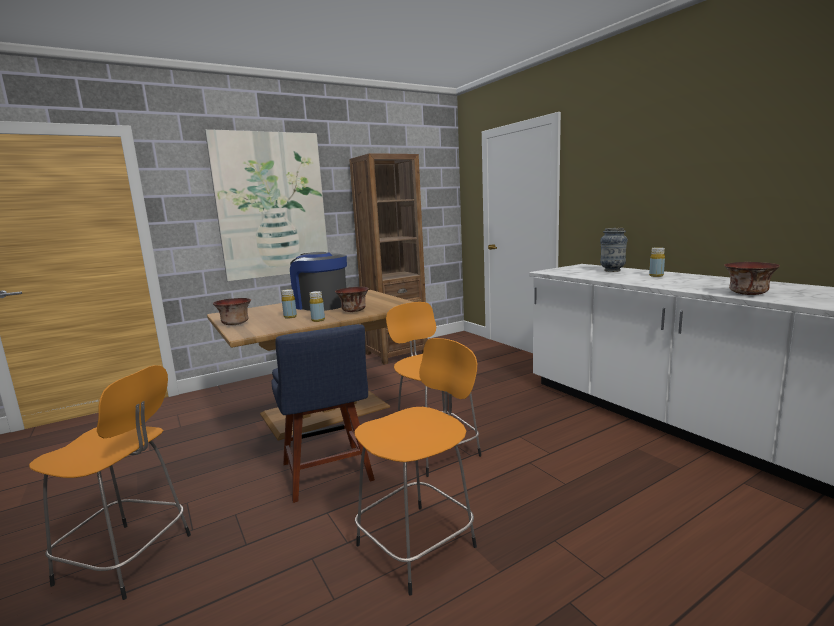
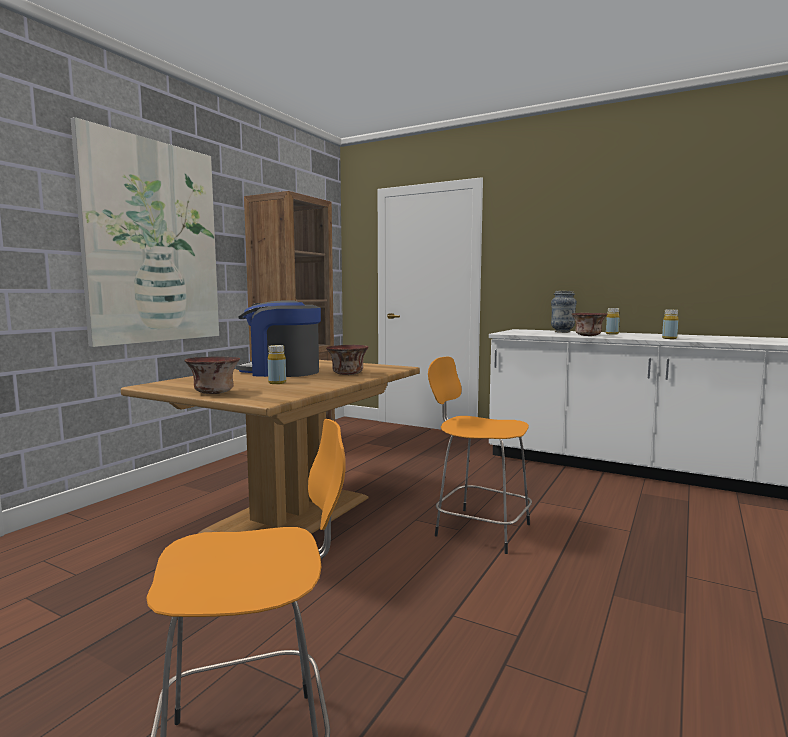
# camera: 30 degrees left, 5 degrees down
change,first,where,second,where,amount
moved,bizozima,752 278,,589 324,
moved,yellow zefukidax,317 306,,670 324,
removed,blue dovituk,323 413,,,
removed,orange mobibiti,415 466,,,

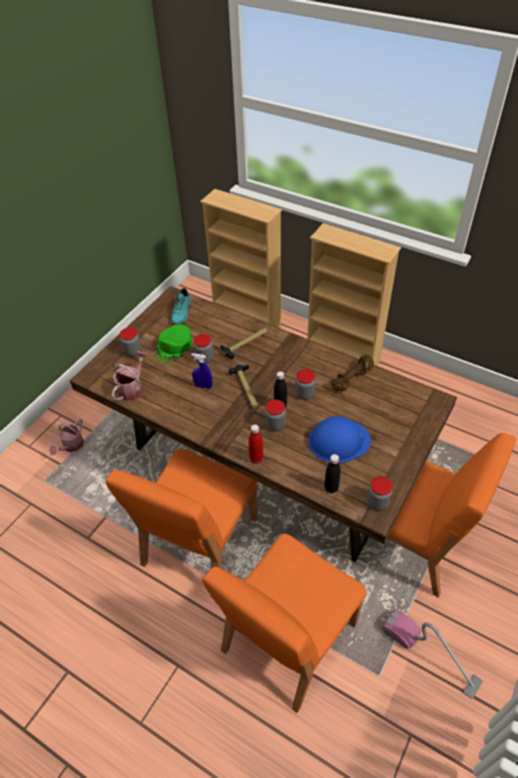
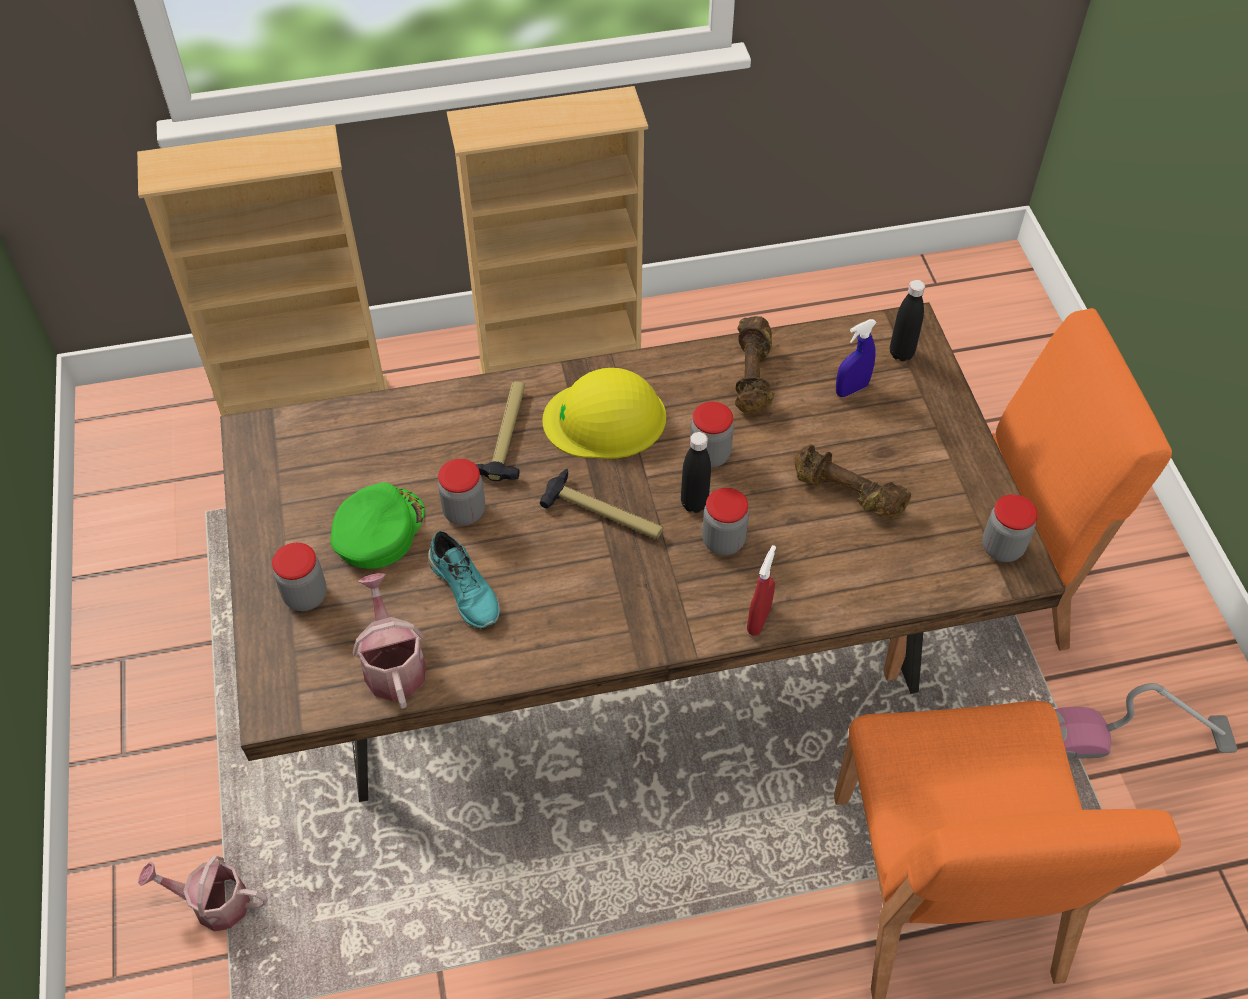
# camera: 45 degrees left, 5 degrees up
change,first,where,second,where,amount
turned,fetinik,66 437,,203 893,120 degrees clockwise
turned,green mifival,173 343,,378 525,135 degrees counterclockwise
moved,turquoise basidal,181 306,,464 580,
added,,,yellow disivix,604 413,
replaced,red zefukidax,256 443,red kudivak,761 590,
replaced,blue disivix,340 439,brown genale,852 481,
moved,blue kudivak,202 371,,856 358,
moved,black zefukidax,332 473,,907 320,
removed,orange dovituk,181 523,,,

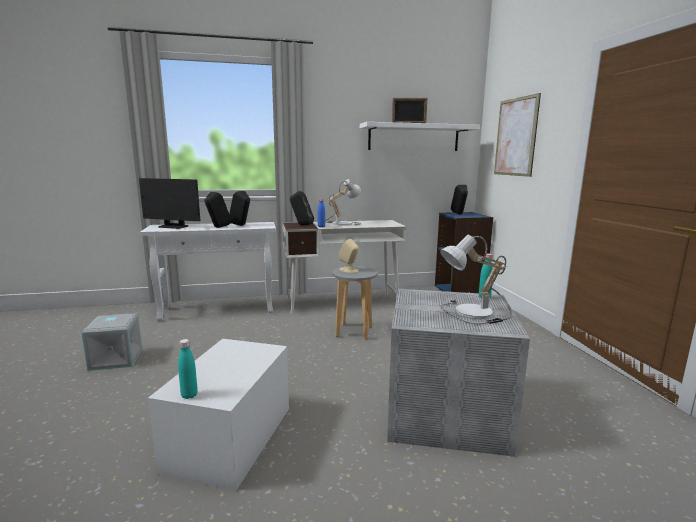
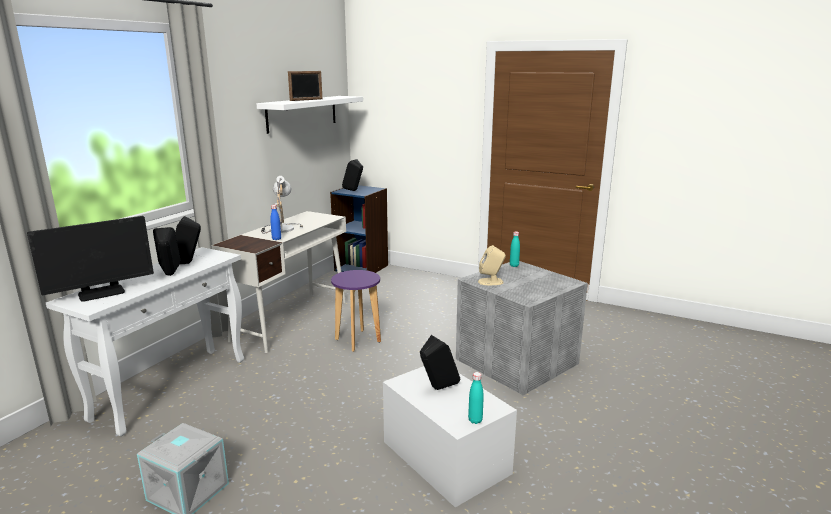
# camera: 50 degrees left, 5 degrees up
change,first,where,second,where,amount
recoloured,grey mobibiti,355 303,purple mobibiti,356 311,
moved,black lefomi,302 208,,440 362,
moved,beige lefomi,349 256,,492 265,
removed,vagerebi,476 279,,,
removed,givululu,517 135,,,

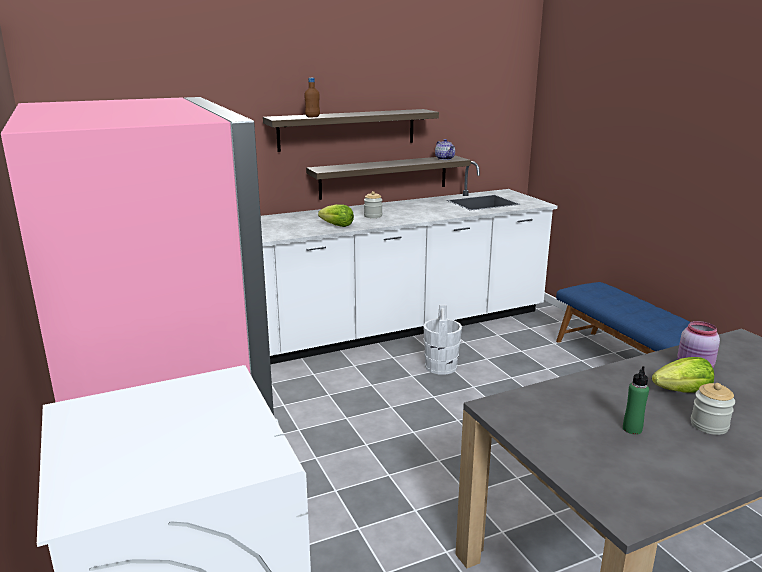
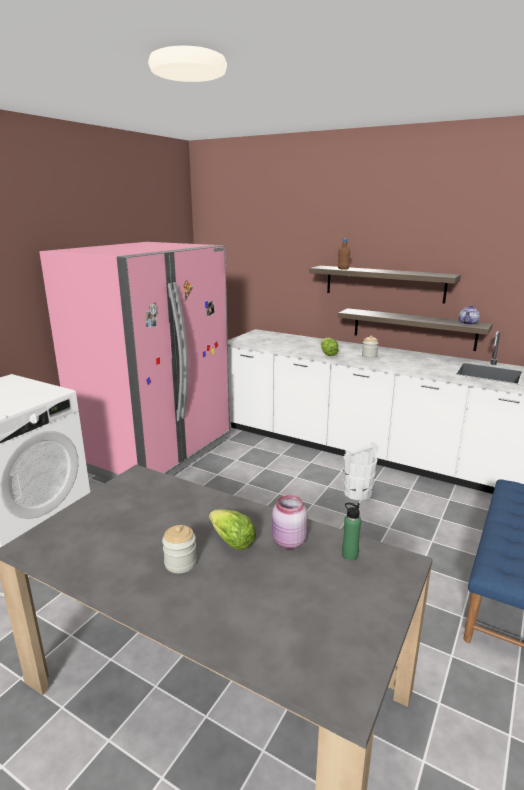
# camera: 55 degrees right, 0 degrees up
change,first,where,second,where,amount
moved,green zefukidax,636 400,,351 531,

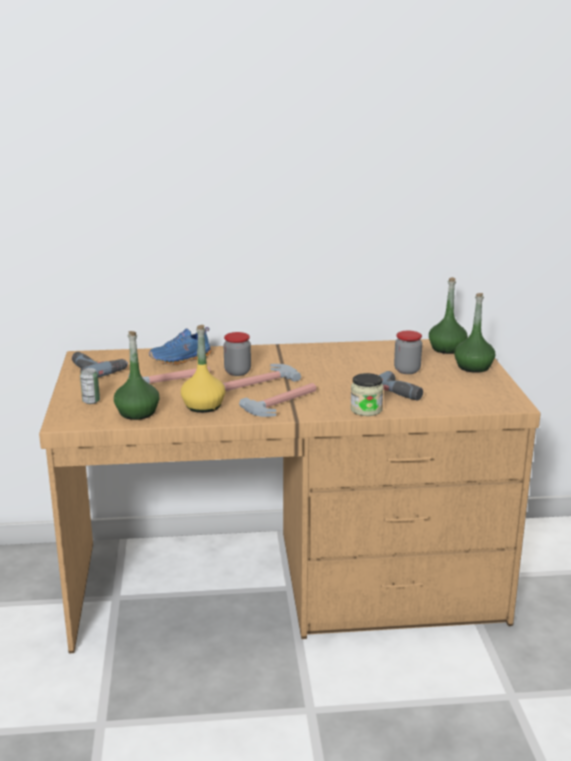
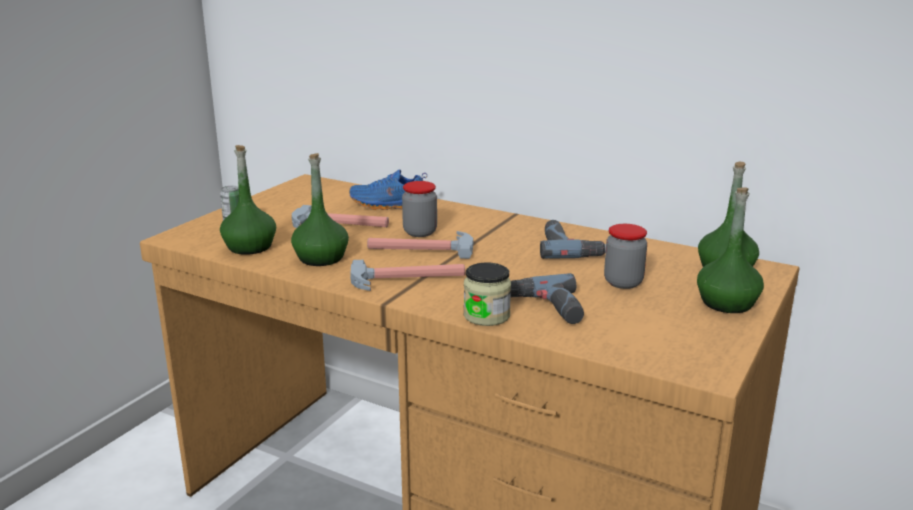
# camera: 35 degrees right, 0 degrees up
change,first,where,second,where,amount
recoloured,yellow zefukidax,203 369,green zefukidax,320 209,
moved,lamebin,100 364,,573 239,

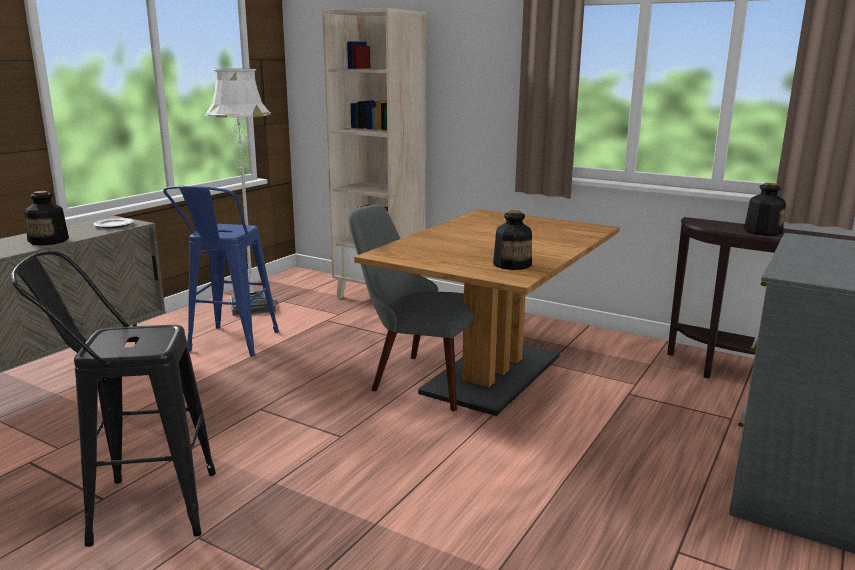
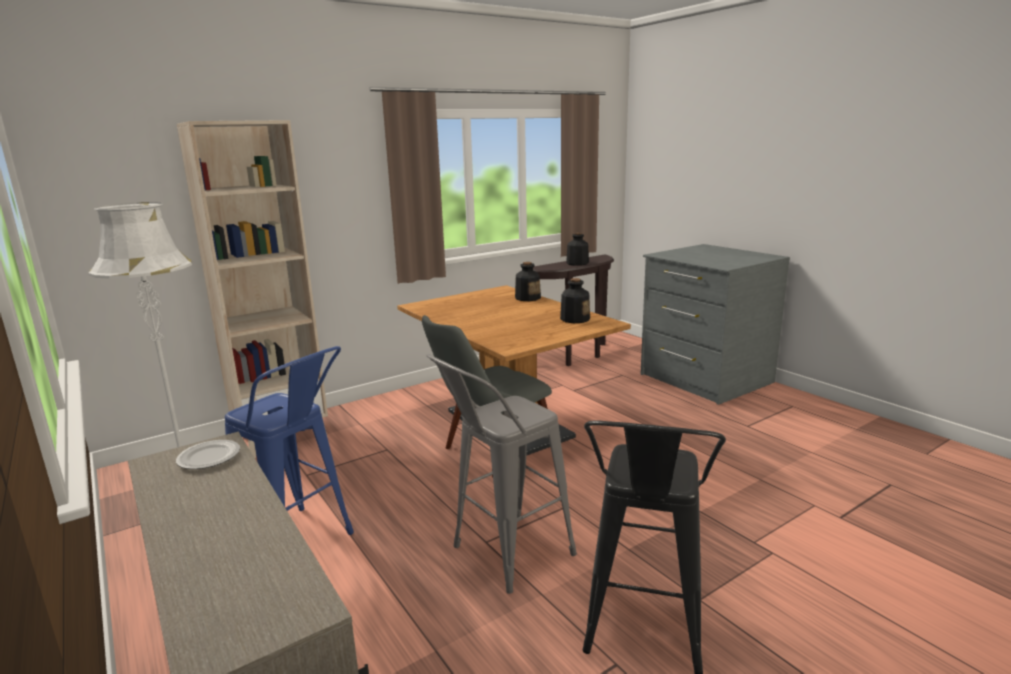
# camera: 65 degrees left, 0 degrees up
change,first,where,second,where,amount
added,,,grey mobibiti,501 474,
moved,zefukidax,46 218,,528 281,

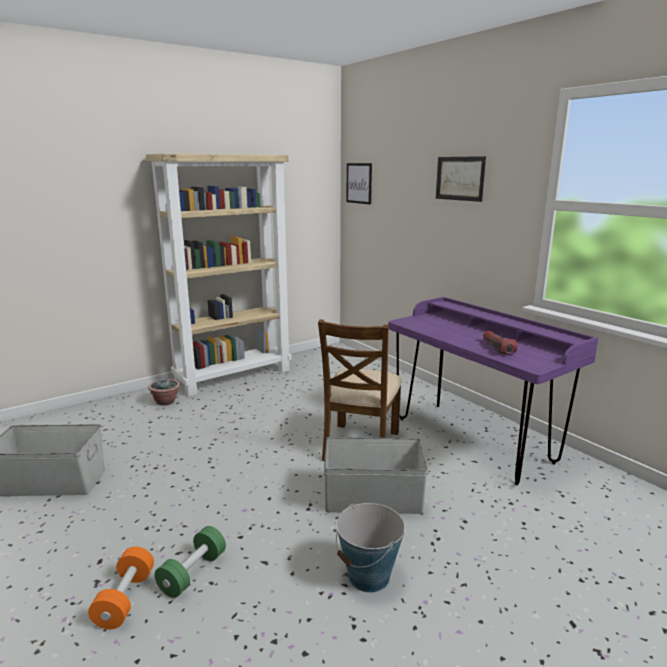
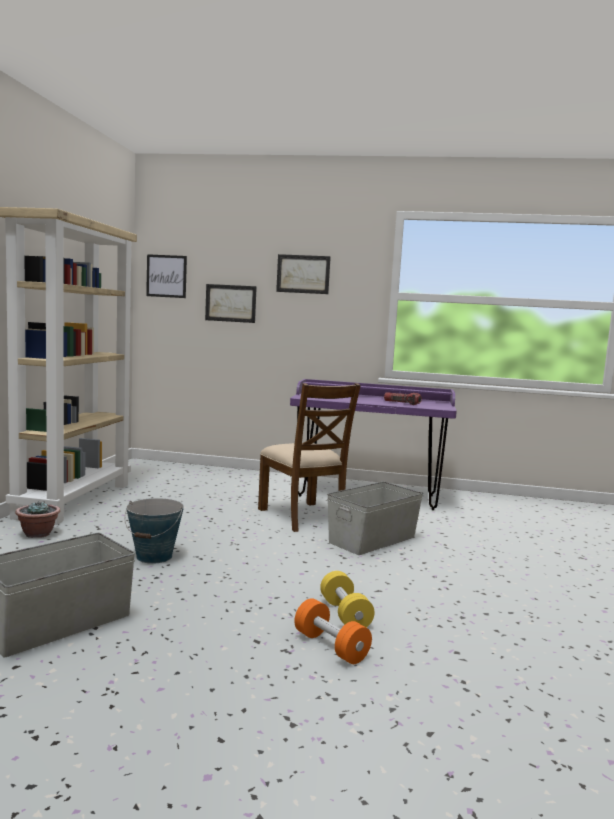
# camera: 45 degrees left, 10 degrees down
change,first,where,second,where,amount
moved,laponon,370 548,,154 531,
added,,,givululu,231 303,
recoloured,green genale,190 562,yellow genale,347 599,

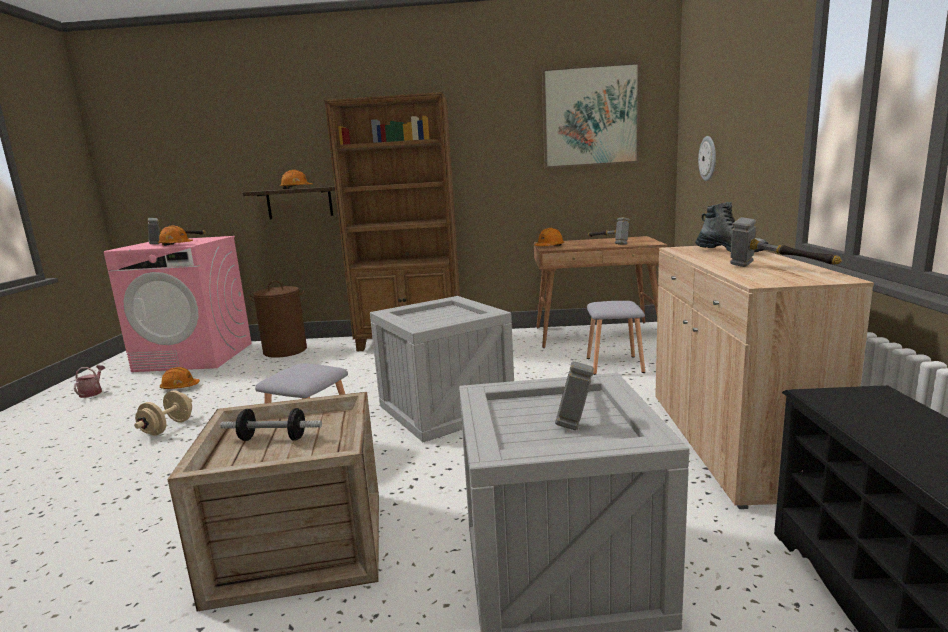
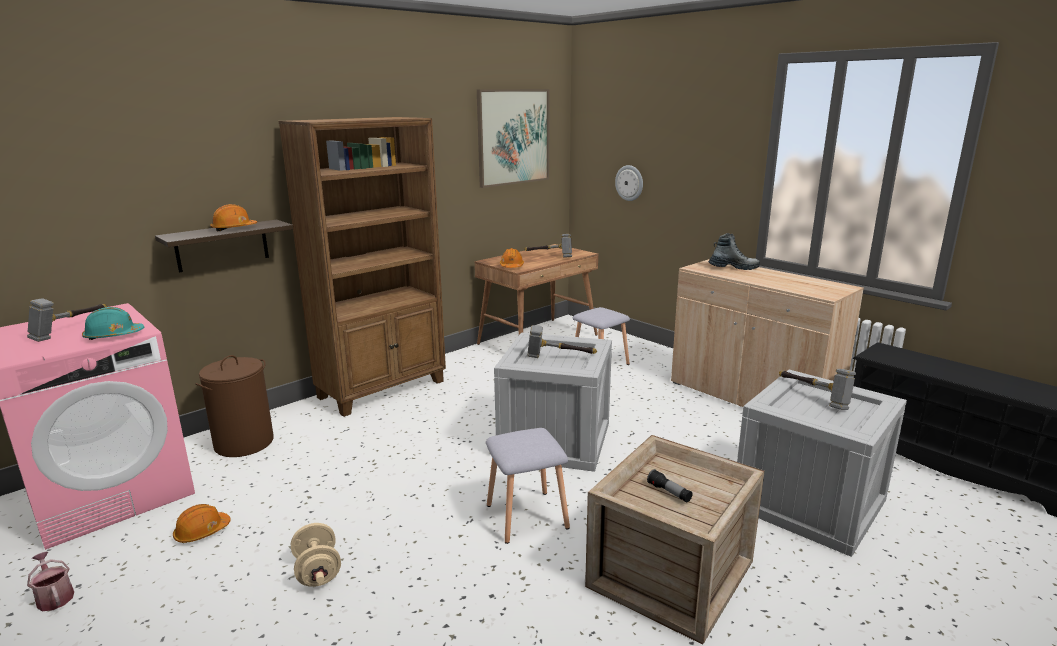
# camera: 45 degrees left, 5 degrees up
change,first,where,second,where,amount
recoloured,orange disivix,175 235,turquoise disivix,113 323,
moved,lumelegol,786 242,,562 341,
replaced,genale,271 424,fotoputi,669 485,

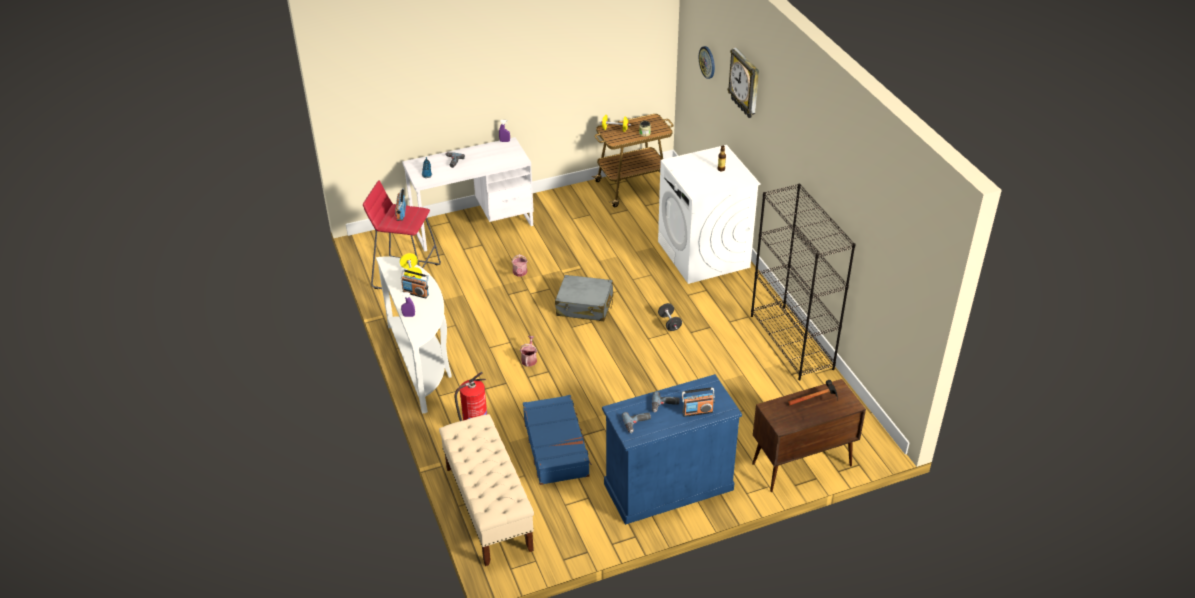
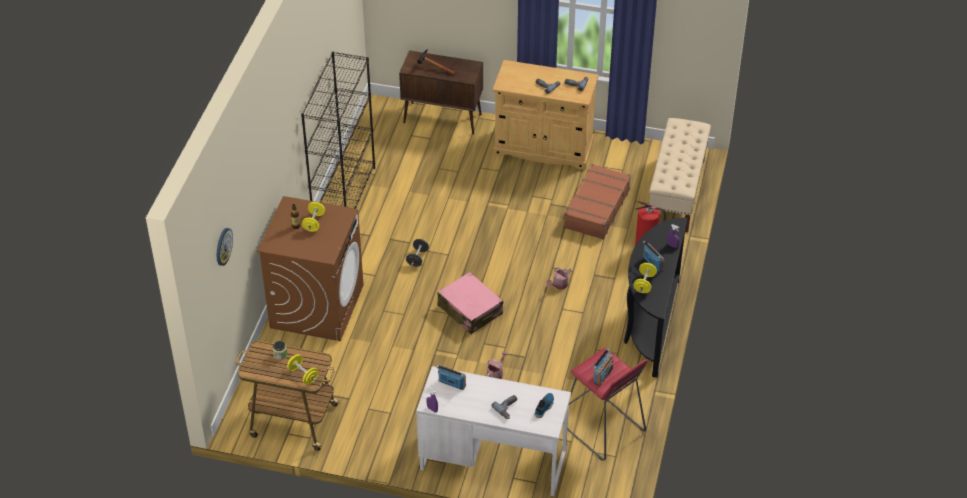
# camera: 145 degrees left, 5 degrees up
change,first,where,second,where,amount
recoloured,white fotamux,709 214,brown fotamux,310 268,
added,,,yellow genale,313 217,
moved,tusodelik,698 402,,451 377,
recoloured,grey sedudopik,584 298,pink sedudopik,470 303,
recoloured,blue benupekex,672 449,beige benupekex,546 115,
recoloured,blue sedudopik,557 440,brown sedudopik,597 201,
recoloured,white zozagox,414 335,black zozagox,655 297,
removed,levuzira,743 82,,,

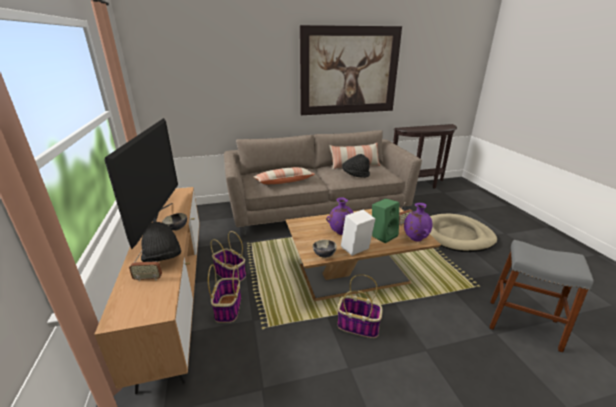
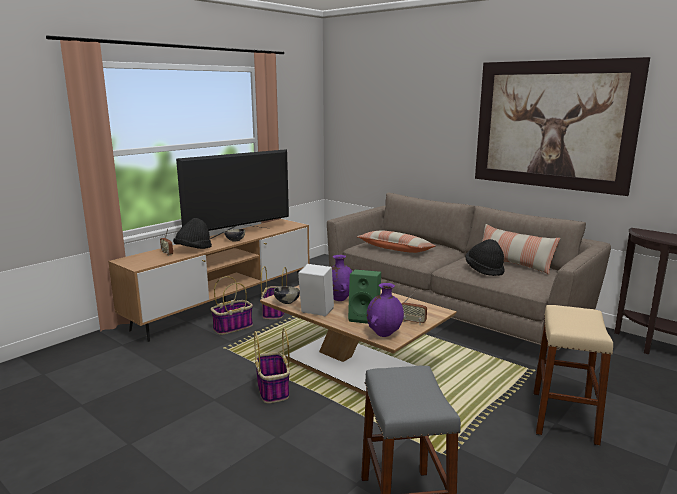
# camera: 55 degrees right, 10 degrees down
change,first,where,second,where,amount
replaced,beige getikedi,463 233,beige mobibiti,573 375,

